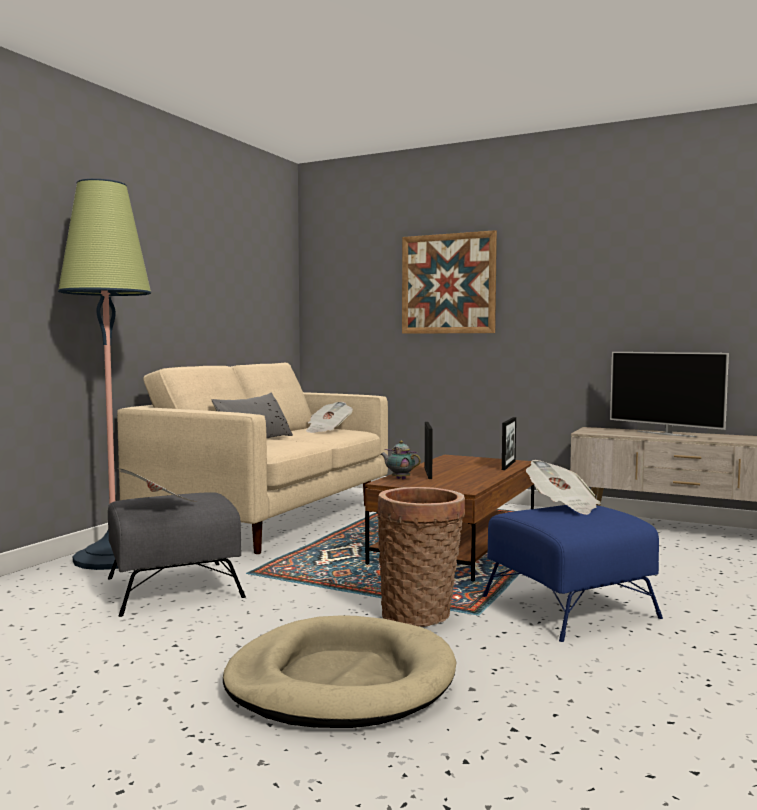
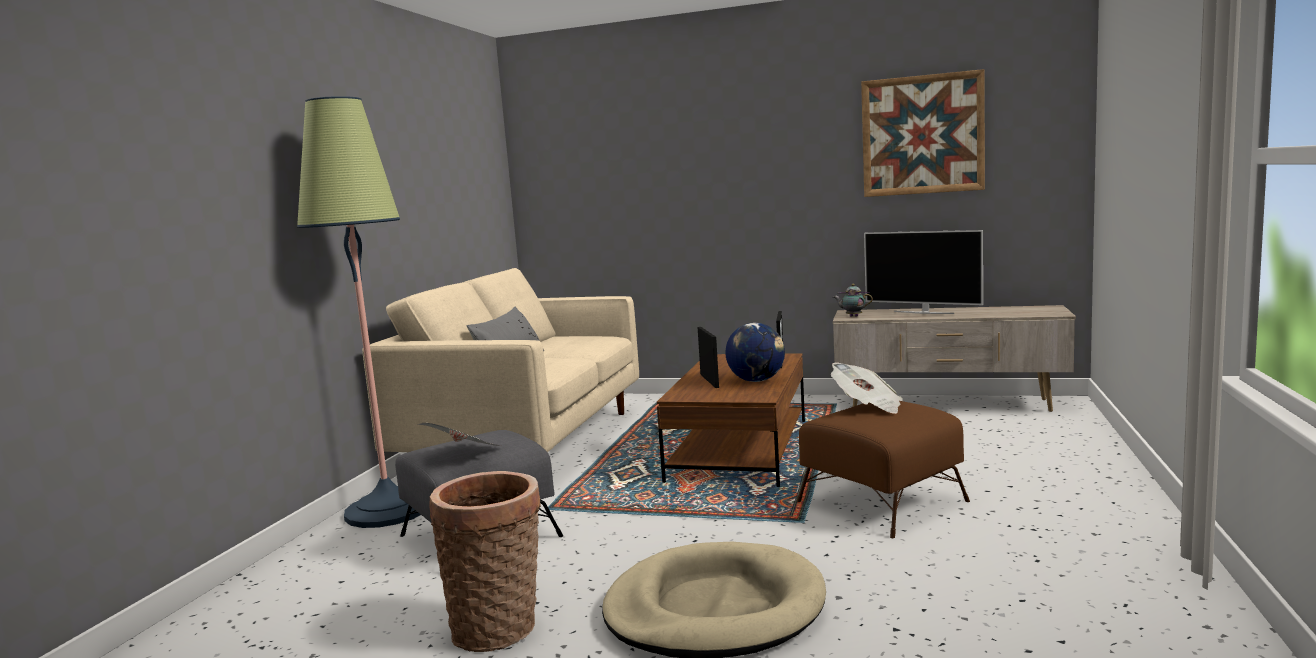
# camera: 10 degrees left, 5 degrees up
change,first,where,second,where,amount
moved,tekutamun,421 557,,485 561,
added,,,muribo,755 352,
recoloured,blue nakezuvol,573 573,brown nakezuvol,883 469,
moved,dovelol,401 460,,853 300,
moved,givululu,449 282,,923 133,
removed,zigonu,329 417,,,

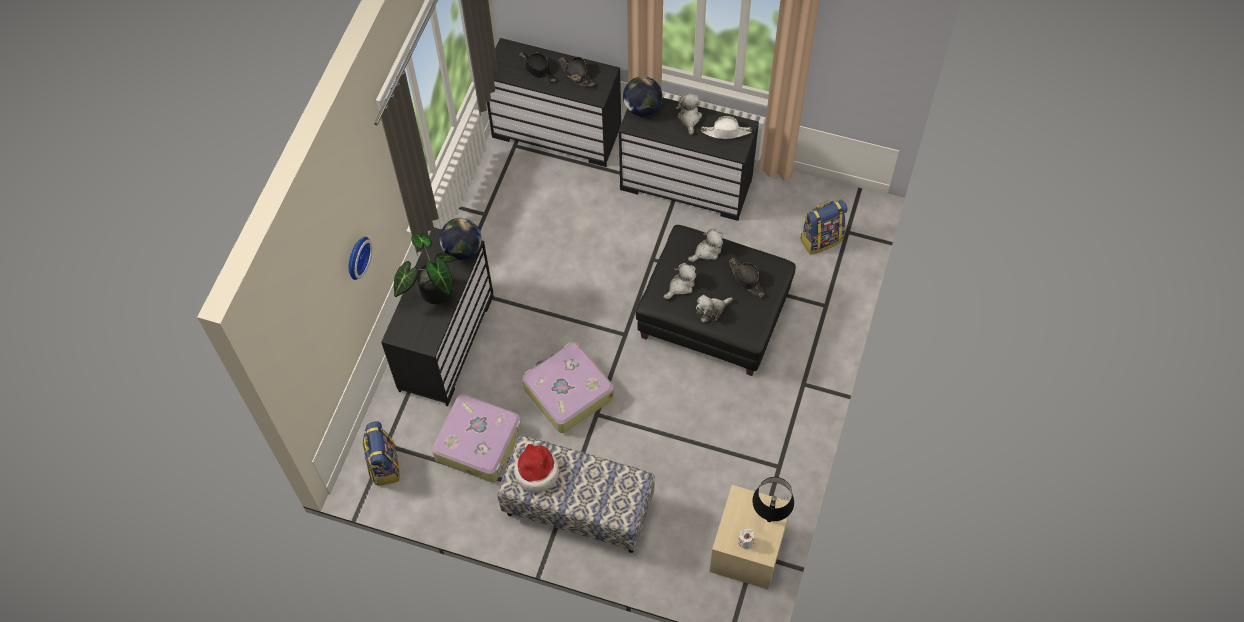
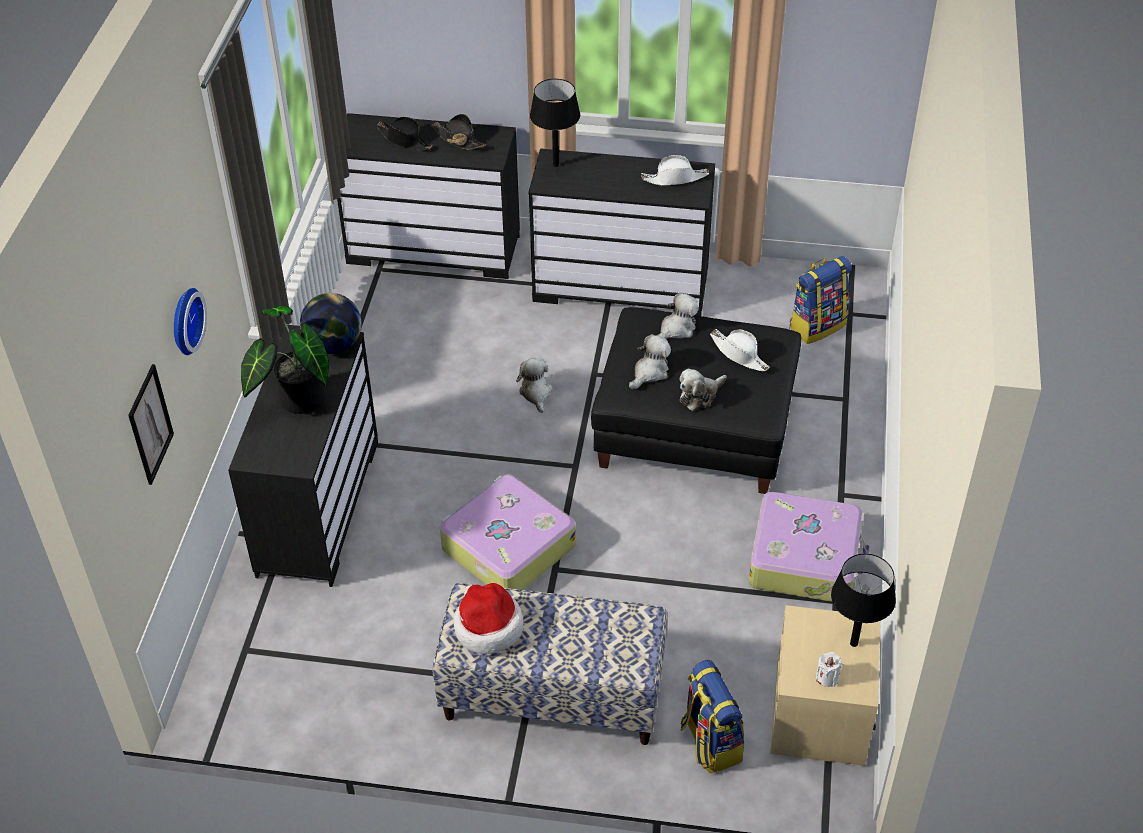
# camera: 10 degrees left, 15 degrees down
change,first,where,second,where,amount
added,,,givululu,151 424,
moved,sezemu,689 114,,534 385,
replaced,muribo,643 96,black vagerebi,555 123,
moved,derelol,381 453,,712 717,
recoloured,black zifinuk,747 277,white zifinuk,740 350,
moved,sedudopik,477 438,,809 547,

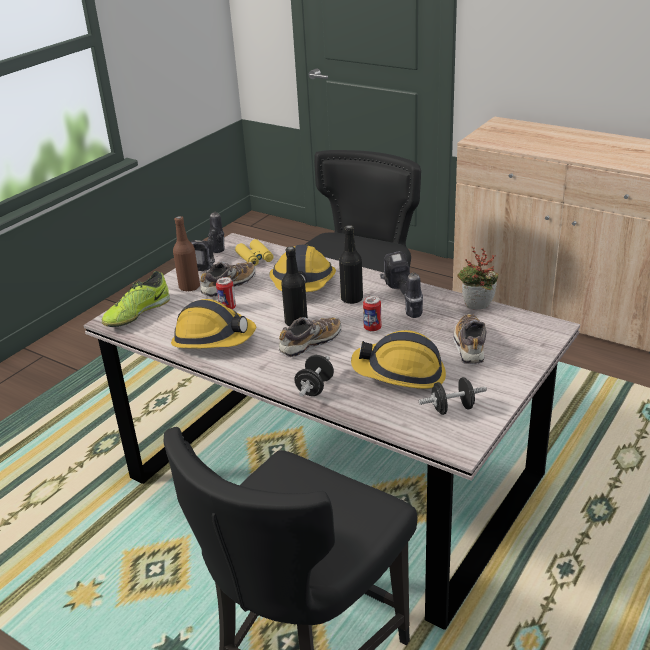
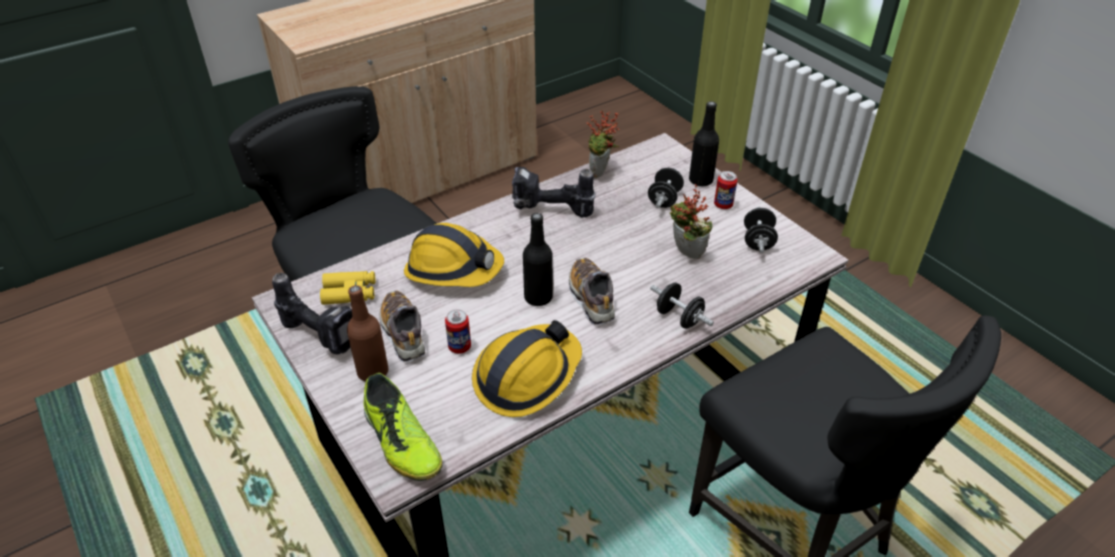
# camera: 70 degrees left, 10 degrees up
change,first,where,second,where,amount
replaced,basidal,470 339,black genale,666 188,
replaced,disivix,398 359,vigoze,691 221,
moved,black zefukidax,351 264,,704 143,
moved,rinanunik,372 314,,725 190,

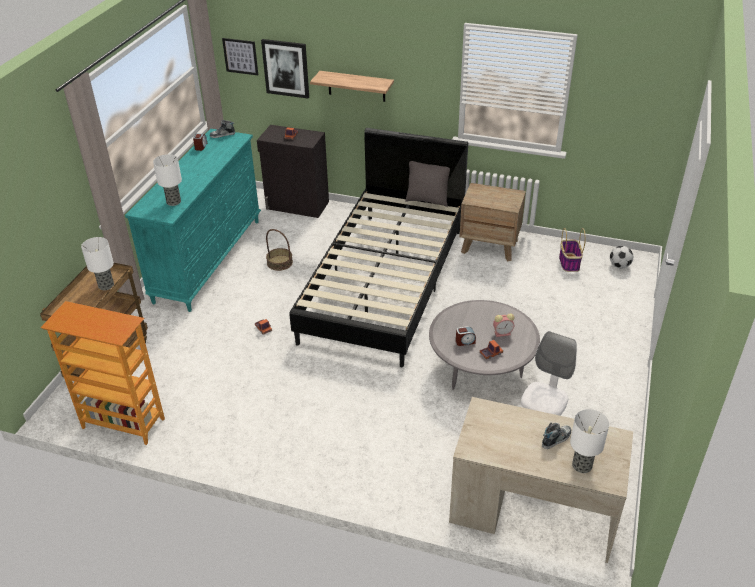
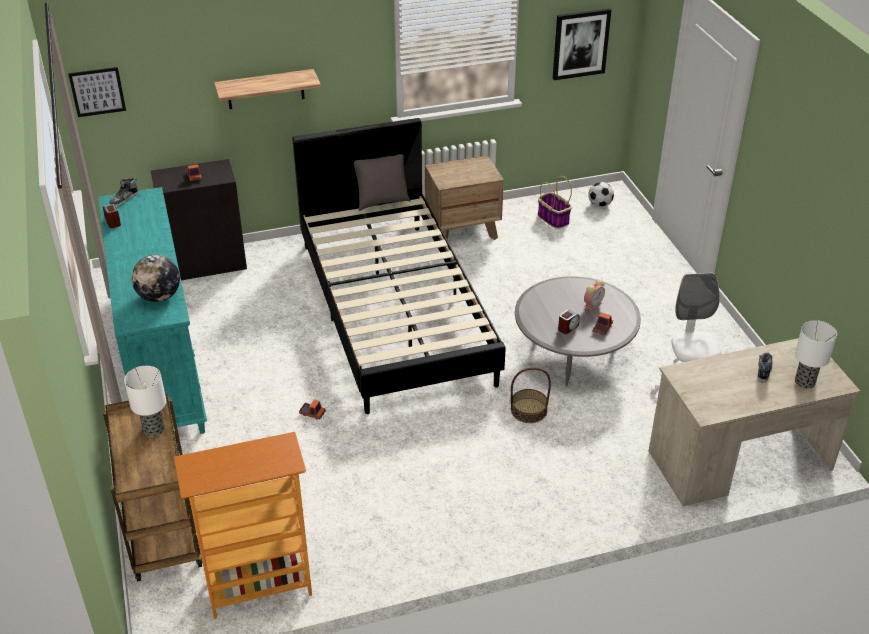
# camera: 35 degrees left, 0 degrees up
change,first,where,second,where,amount
replaced,vagerebi,167 180,muribo,156 278,
moved,tekutamun,279 250,,531 395,
moved,givululu,285 69,,582 44,

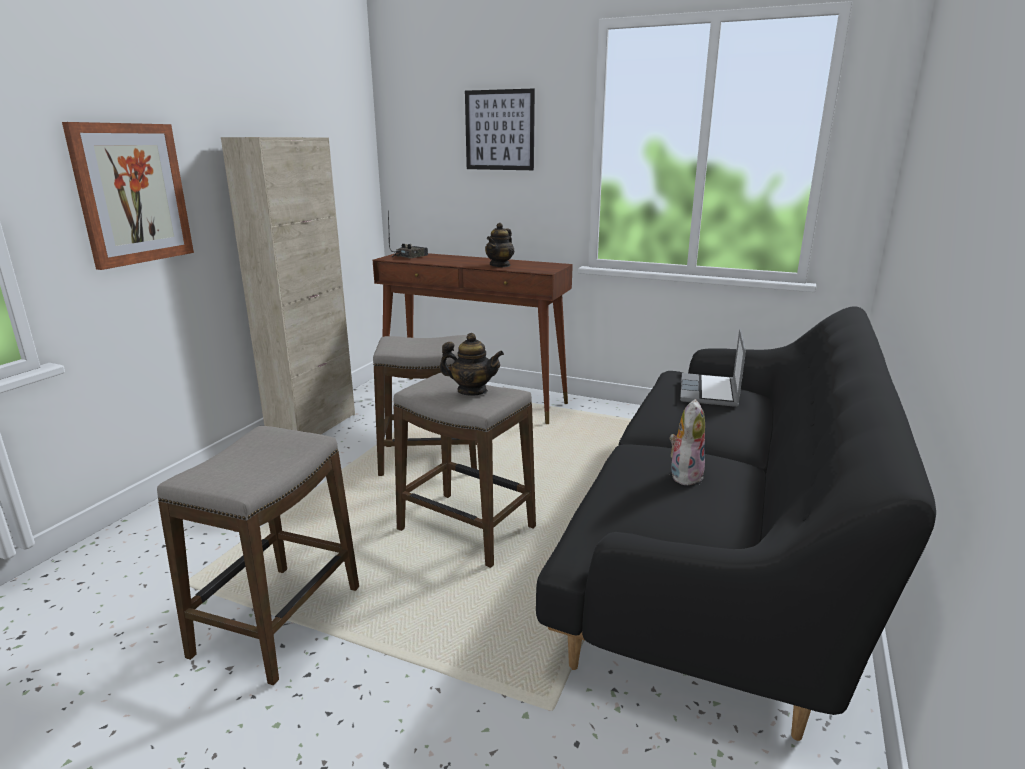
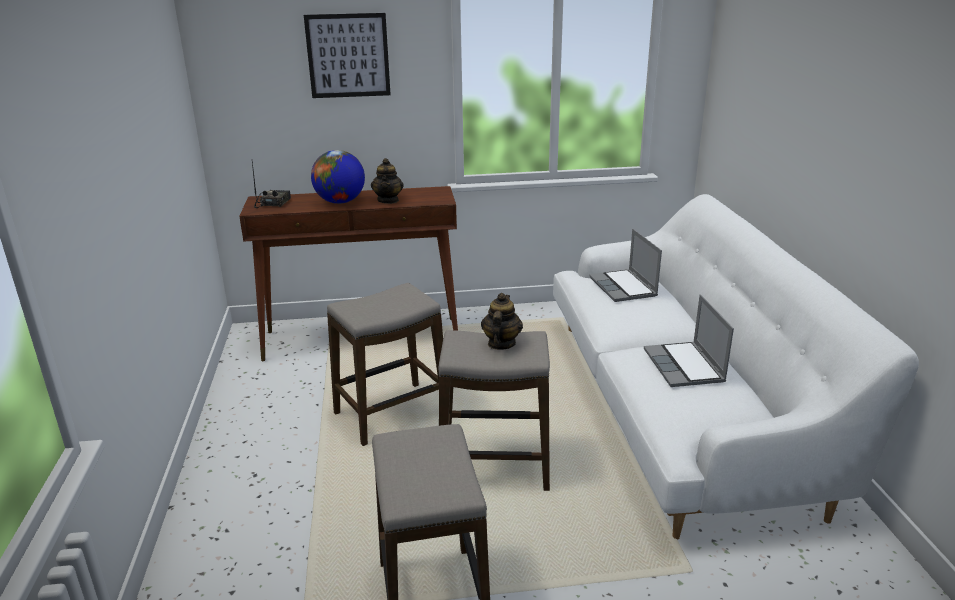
# camera: 30 degrees left, 5 degrees up
change,first,where,second,where,amount
added,,,muribo,338 177,
turned,dovelol,471 364,,502 321,60 degrees counterclockwise
recoloured,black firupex,736 523,white firupex,736 367,
replaced,sezemu,687 442,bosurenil,689 340,
removed,givululu,128 196,,,
removed,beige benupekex,288 285,,,

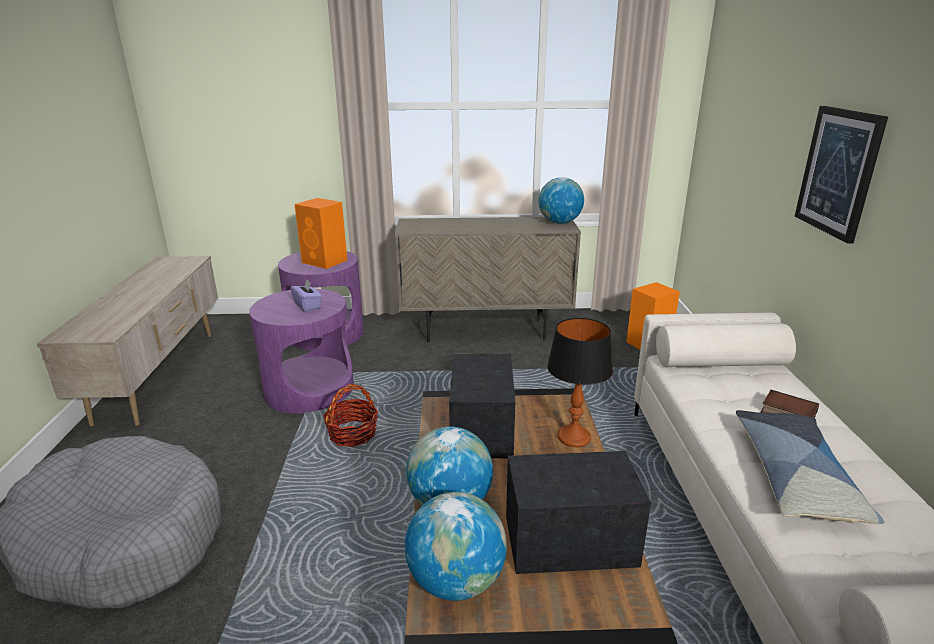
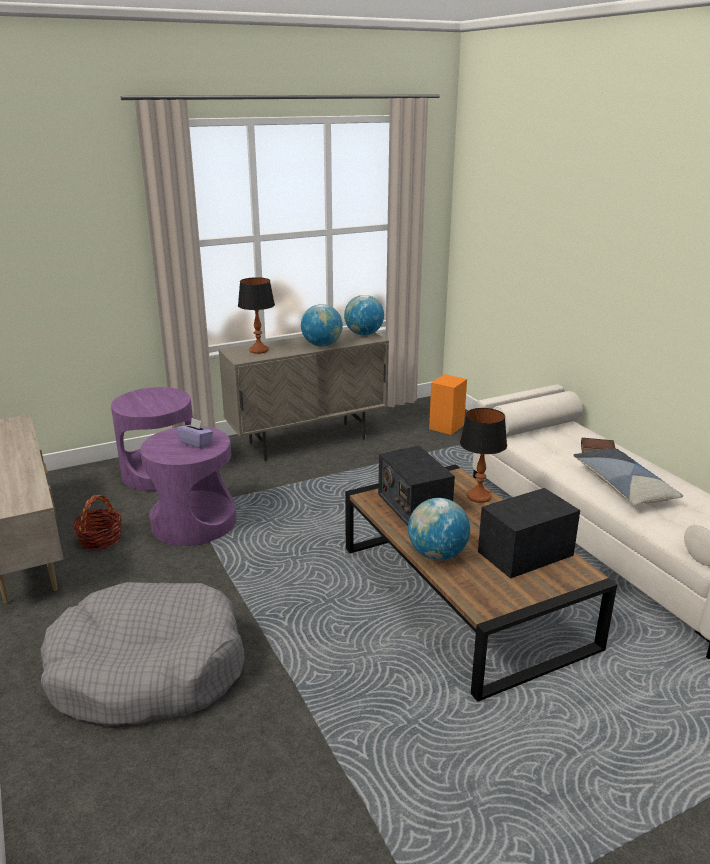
# camera: 25 degrees left, 0 degrees up
change,first,where,second,where,amount
moved,tekutamun,350 415,,97 522,
added,,,vagerebi,256 315,
moved,muribo,456 546,,322 325,
removed,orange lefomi,320 233,,,
removed,givululu,841 175,,,

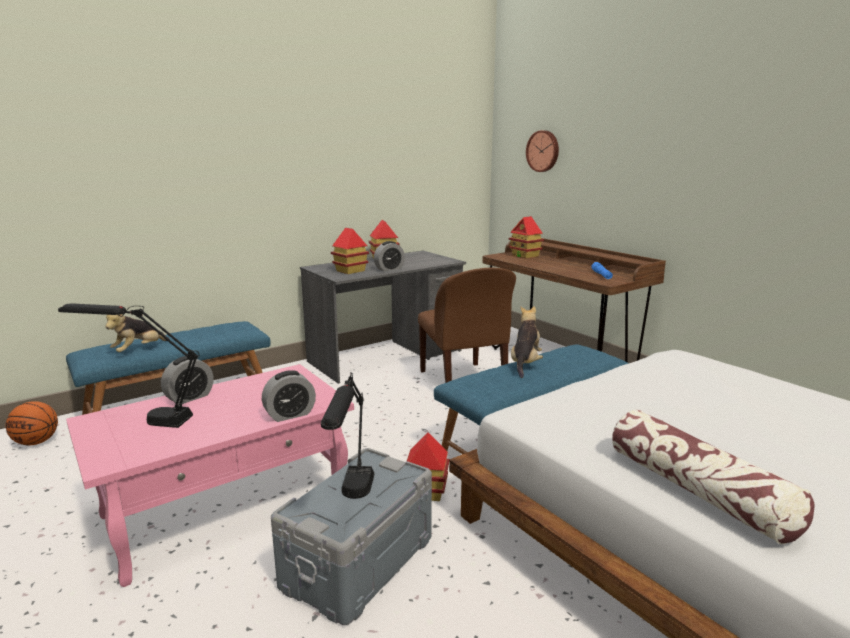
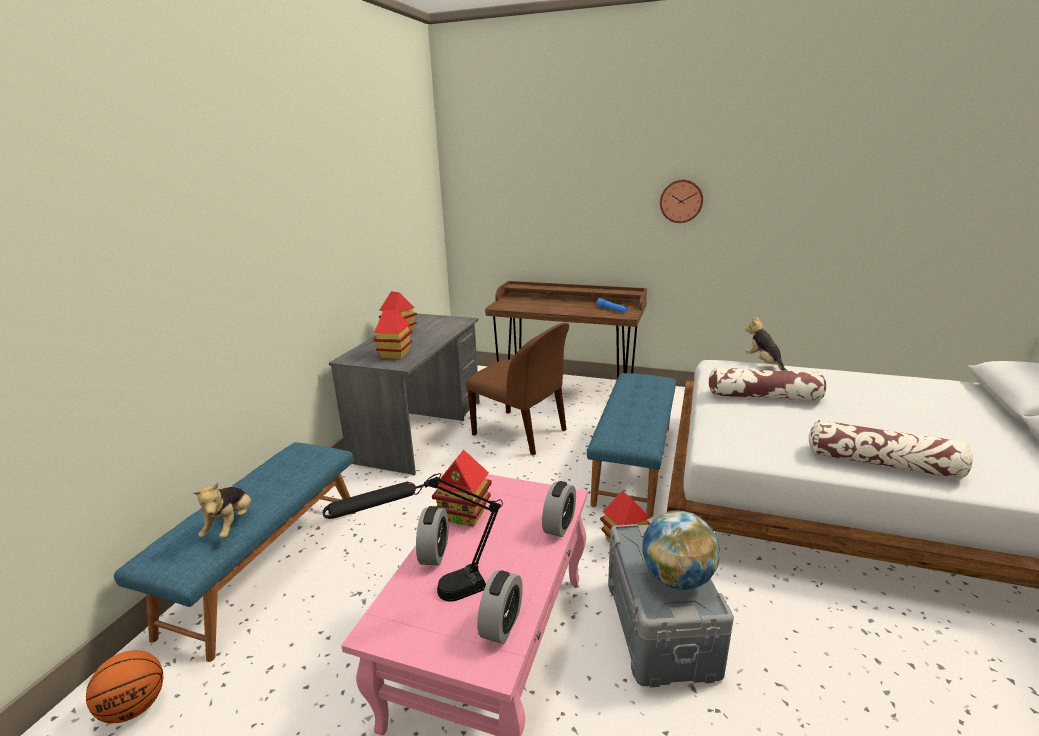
# camera: 35 degrees left, 5 degrees up
change,first,where,second,where,amount
moved,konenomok,526 237,,462 488,
moved,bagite,389 256,,500 607,
replaced,black vagerebi,347 435,muribo,681 550,
moved,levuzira,542 151,,681 201,
added,,,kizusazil,768 384,
moved,sezemu,527 342,,766 344,

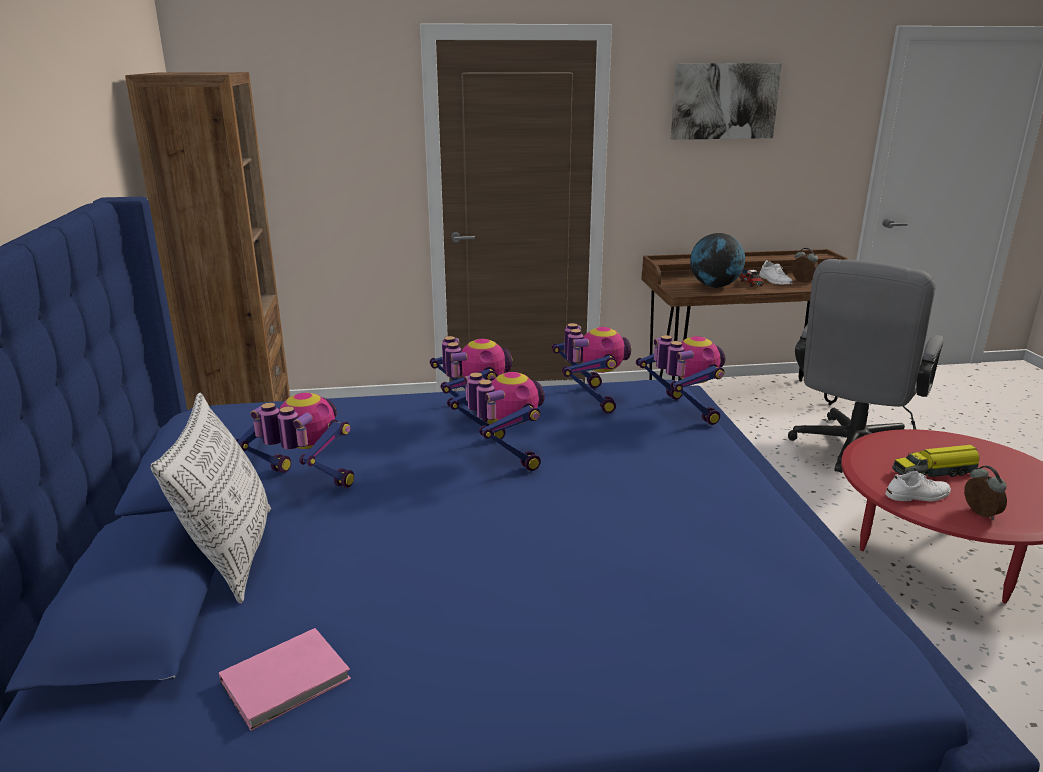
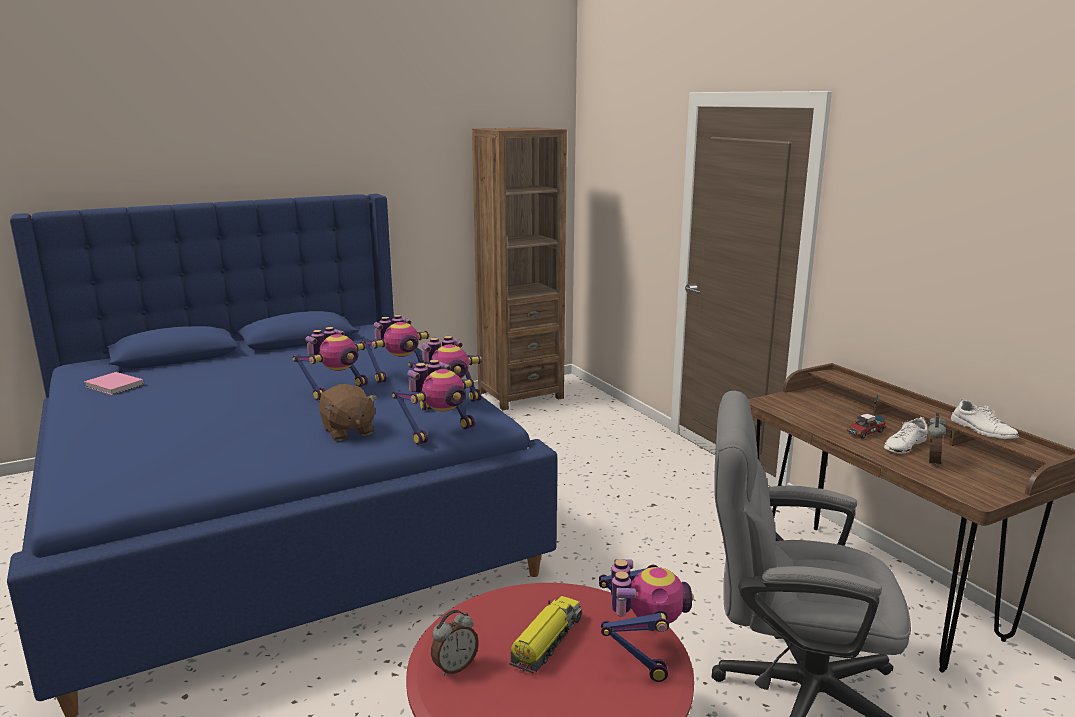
# camera: 70 degrees right, 5 degrees down
change,first,where,second,where,amount
added,,,brown sezemu,348 412,
turned,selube,935 461,,545 635,60 degrees clockwise
moved,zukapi,295 440,,646 620,
moved,white basidal,918 486,,985 418,
removed,kizusazil,210 498,,,
removed,givululu,726 101,,,
removed,muribo,717 260,,,

